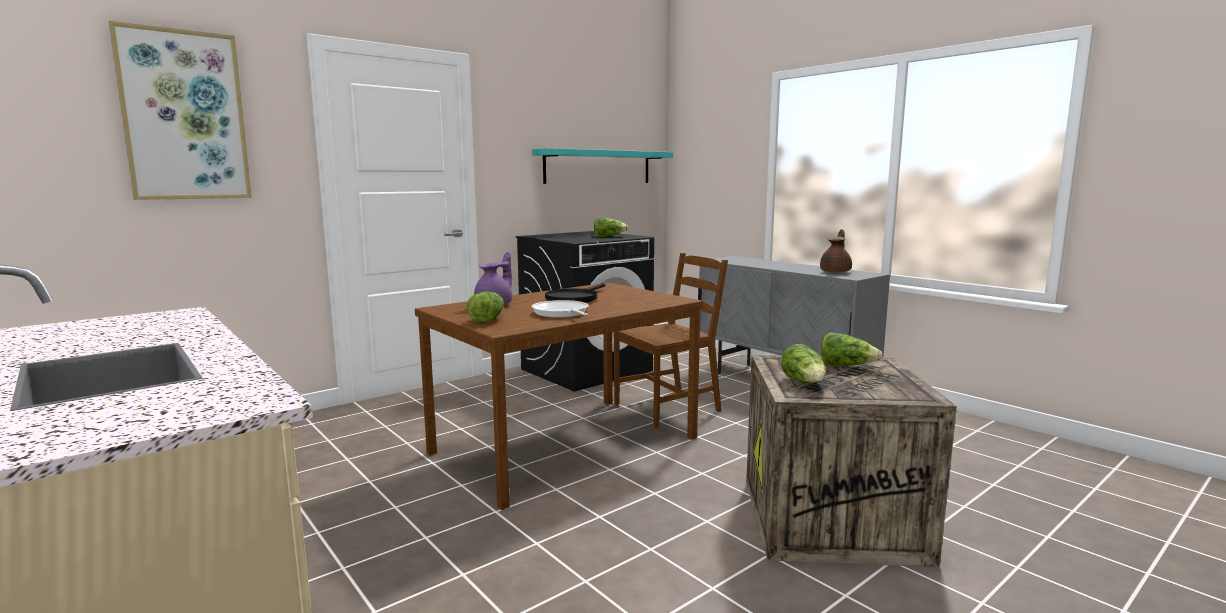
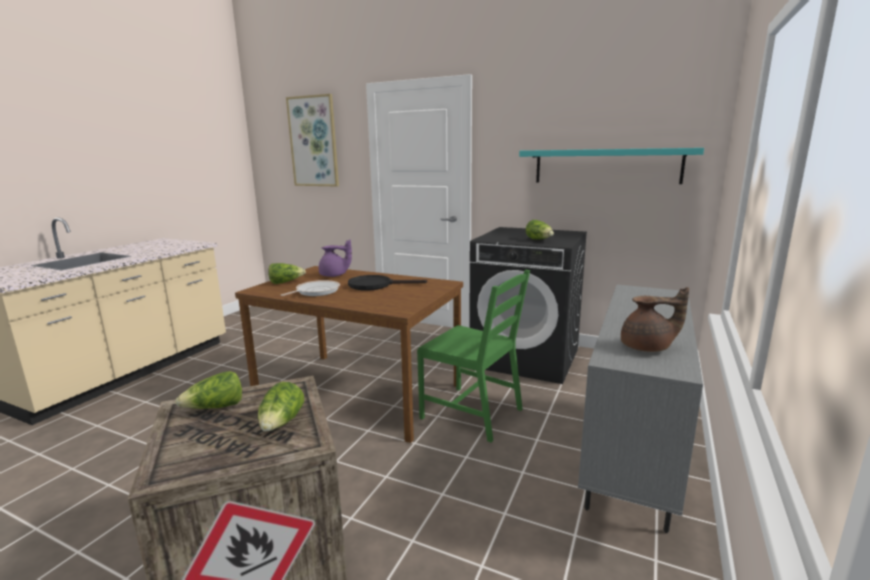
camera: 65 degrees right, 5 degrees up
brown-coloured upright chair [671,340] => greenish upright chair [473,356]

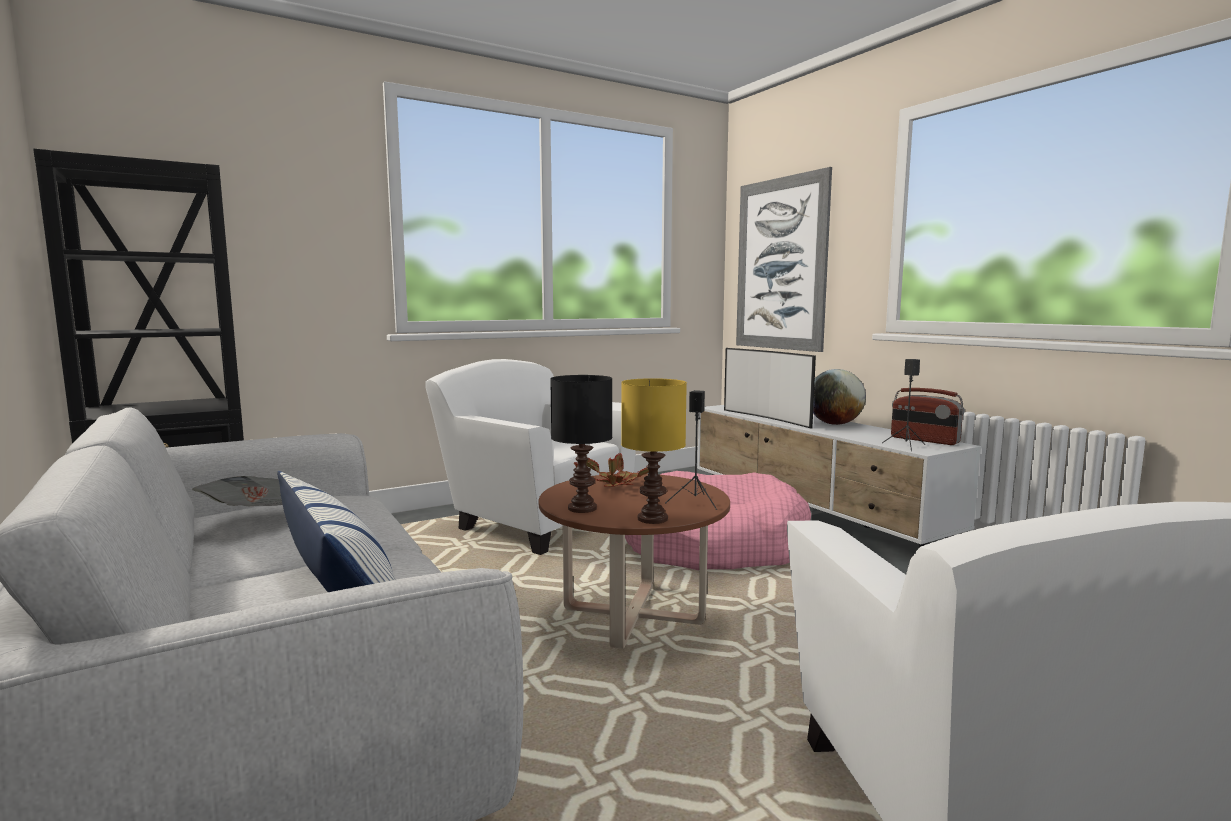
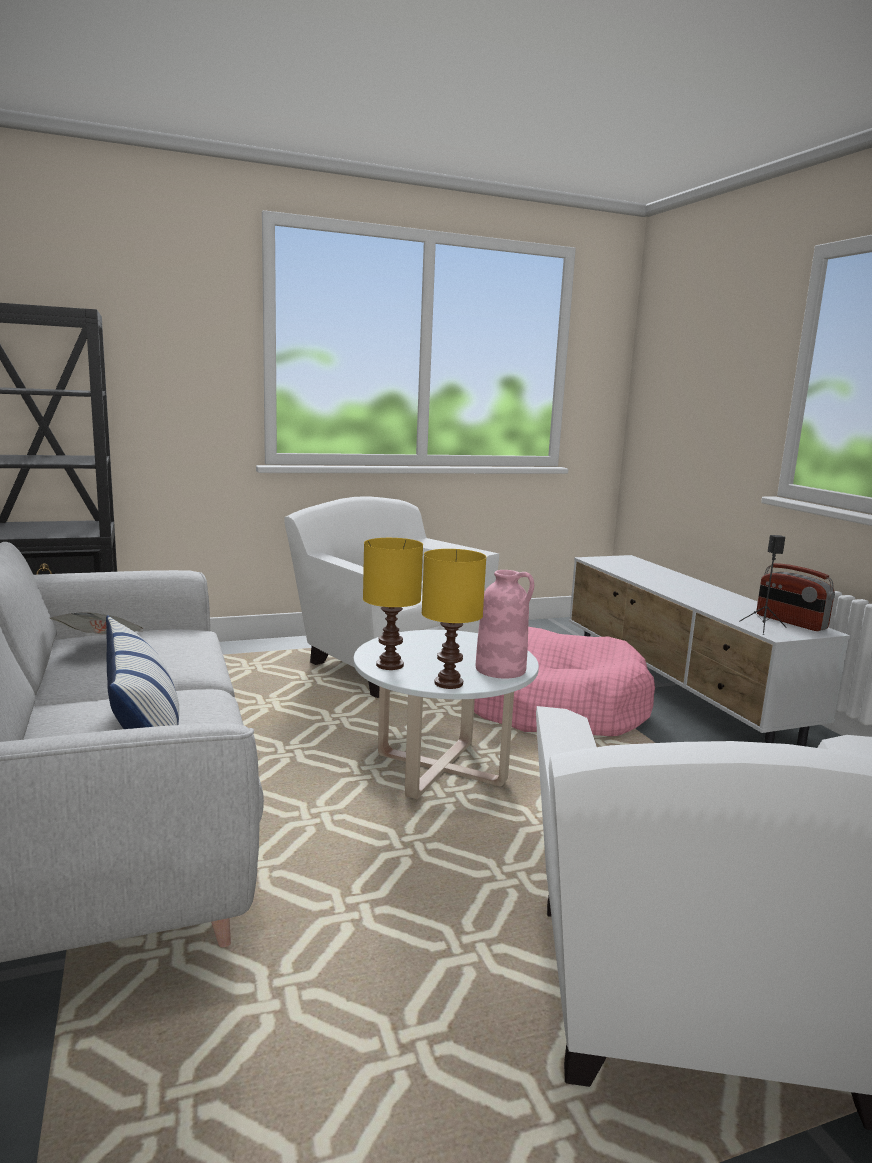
camera: 10 degrees right, 5 degrees up
wall art [784,259] => nothing
TV [770,388] => nothing
desk globe [839,397] => nothing
black-coloured tabletop lamp [581,444] => yellow tabletop lamp [393,604]
black-coloured loudspeaker [691,450] => pinkish flower vase [505,624]
plant in a pot [611,470] => nothing
brown-coloured coffee table [634,561] => white-coloured coffee table [446,714]

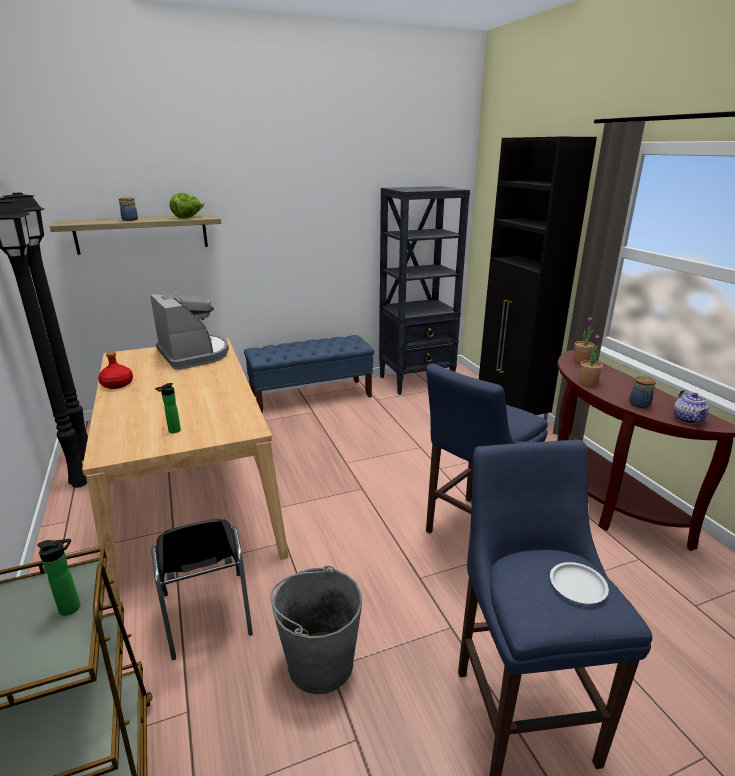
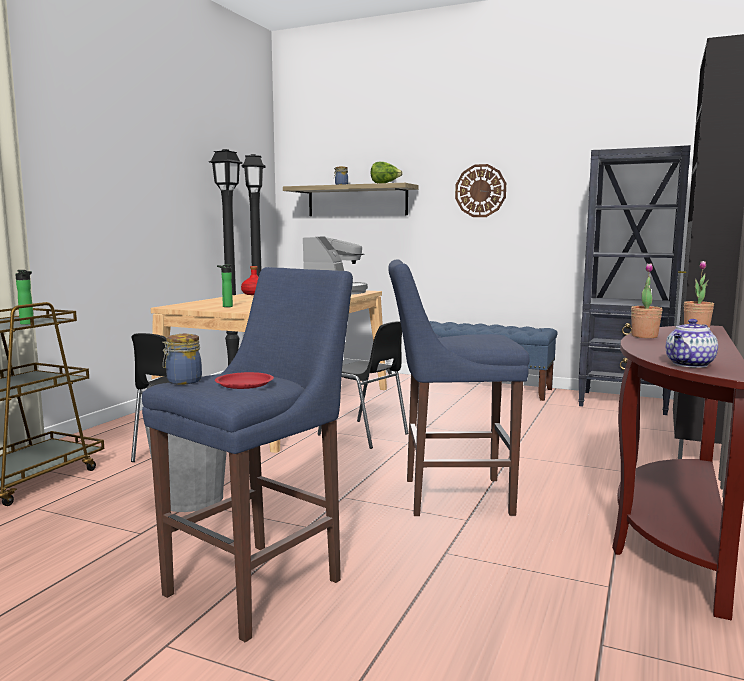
camera: 45 degrees right, 15 degrees down
storage jar [642,392] => storage jar [182,359], relocated
white-coloured flat dish [579,583] => red flat dish [244,380]
nothing => clock on the wall [480,190]
nothing => black-coloured upright chair [363,385]

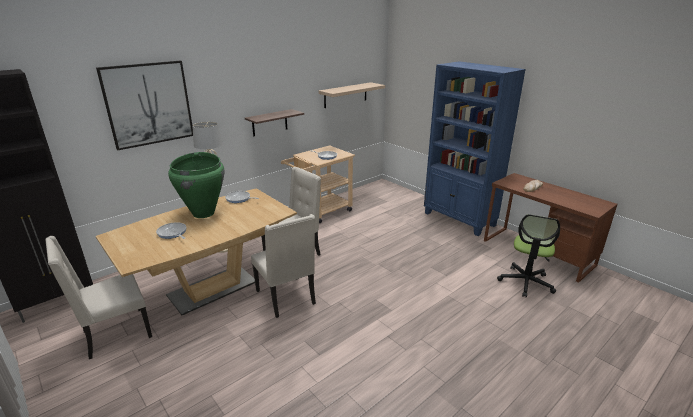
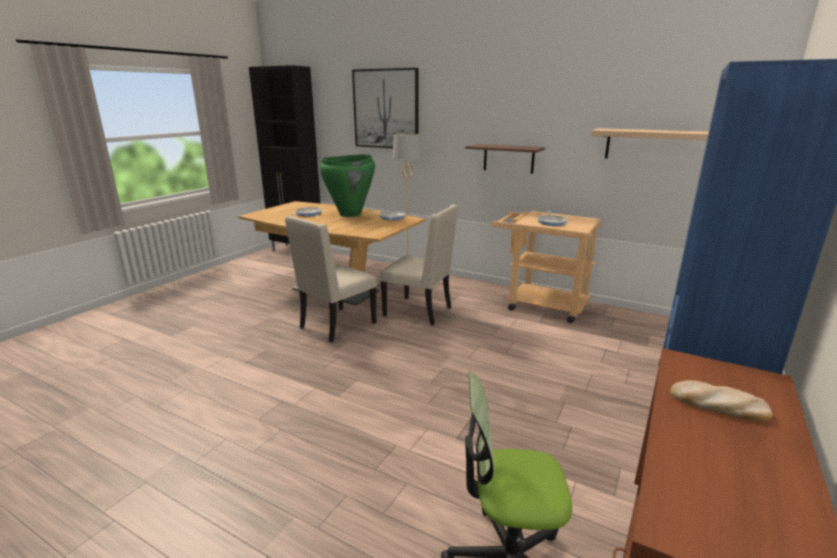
camera: 70 degrees right, 5 degrees down
sand-coloured upright chair [98,297] => nothing

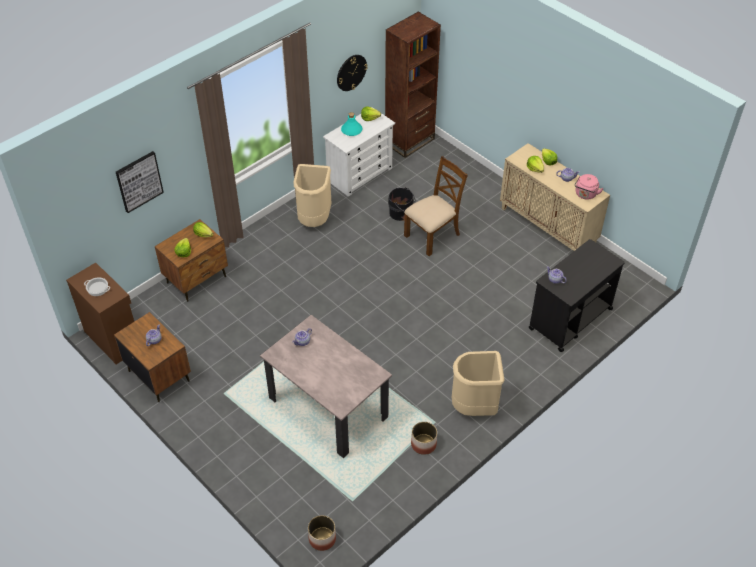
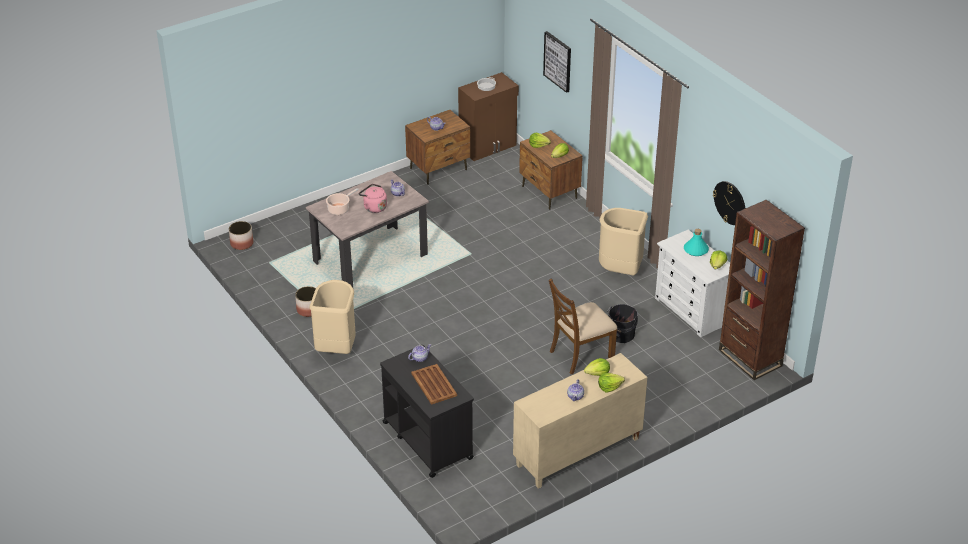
camera: 100 degrees right, 10 degrees down
brown-coloured upright chair [436,206] => brown-coloured upright chair [583,326], 90 degrees clockwise
pinkish kettle [589,187] => pinkish kettle [372,198], relocated
nothing => cooking pot [342,201]
nothing => brown-coloured carrying tray [434,384]

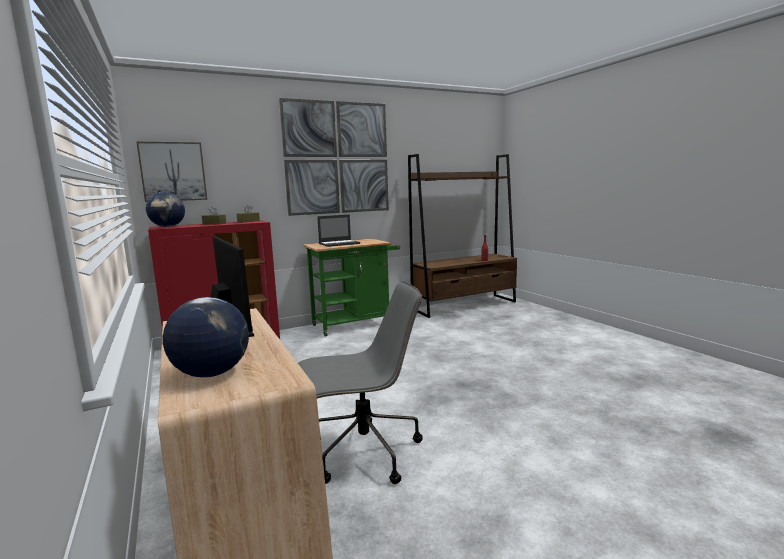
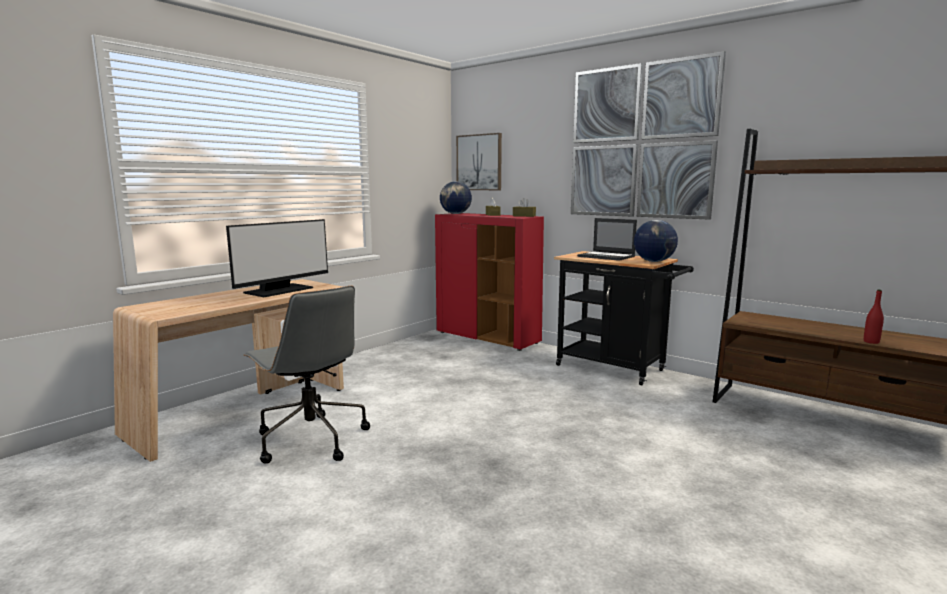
camera: 65 degrees right, 0 degrees up
greenish wheeled cart [351,288] => black-coloured wheeled cart [624,318]
desk globe [206,337] => desk globe [656,241], relocated

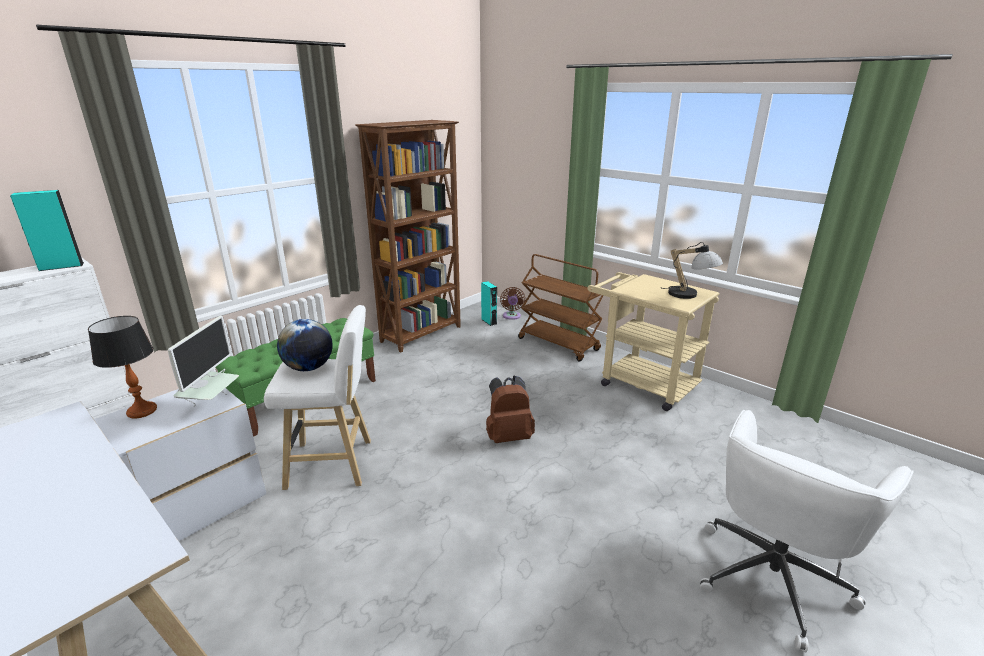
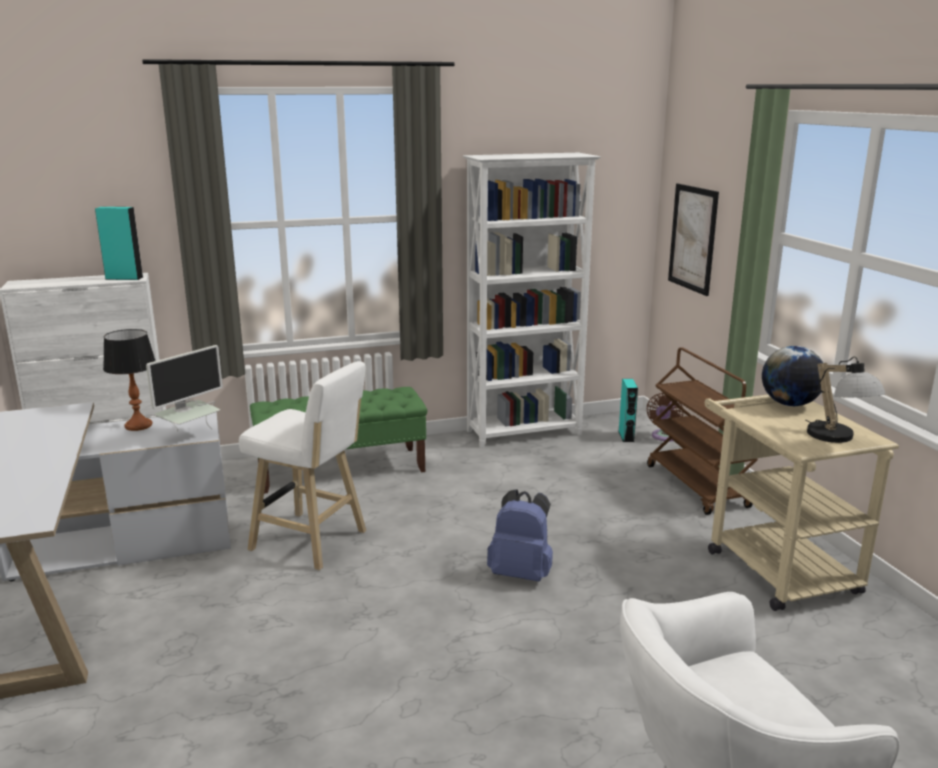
camera: 30 degrees right, 5 degrees down
brown-coloured shelving unit [408,236] => white-coloured shelving unit [532,300]
desk globe [305,345] => desk globe [792,376], relocated
brown-coloured backpack [510,409] => bluish backpack [520,535]
nothing => wall art [693,240]

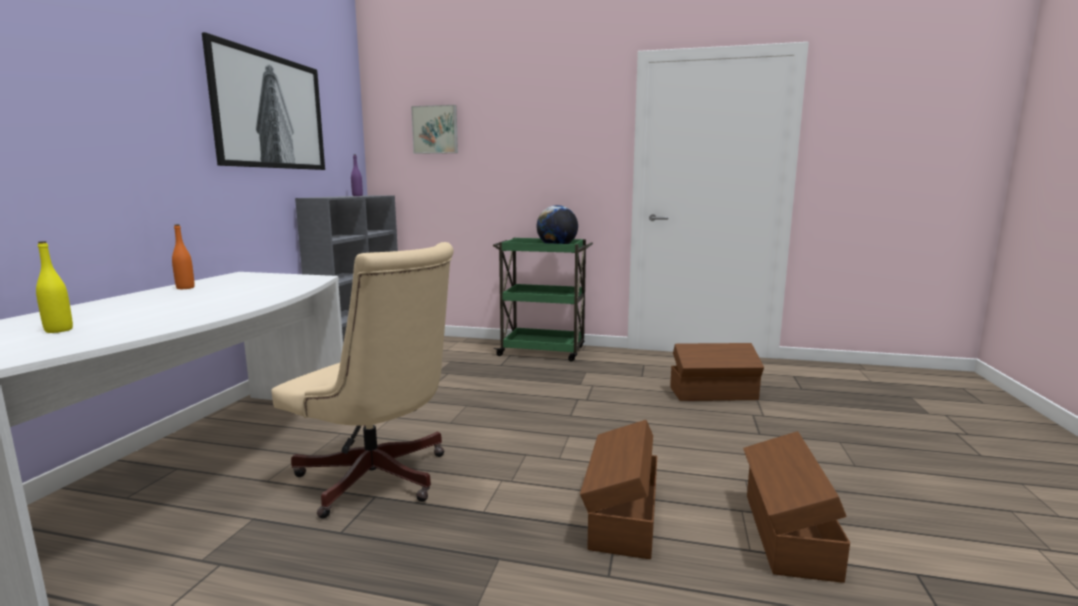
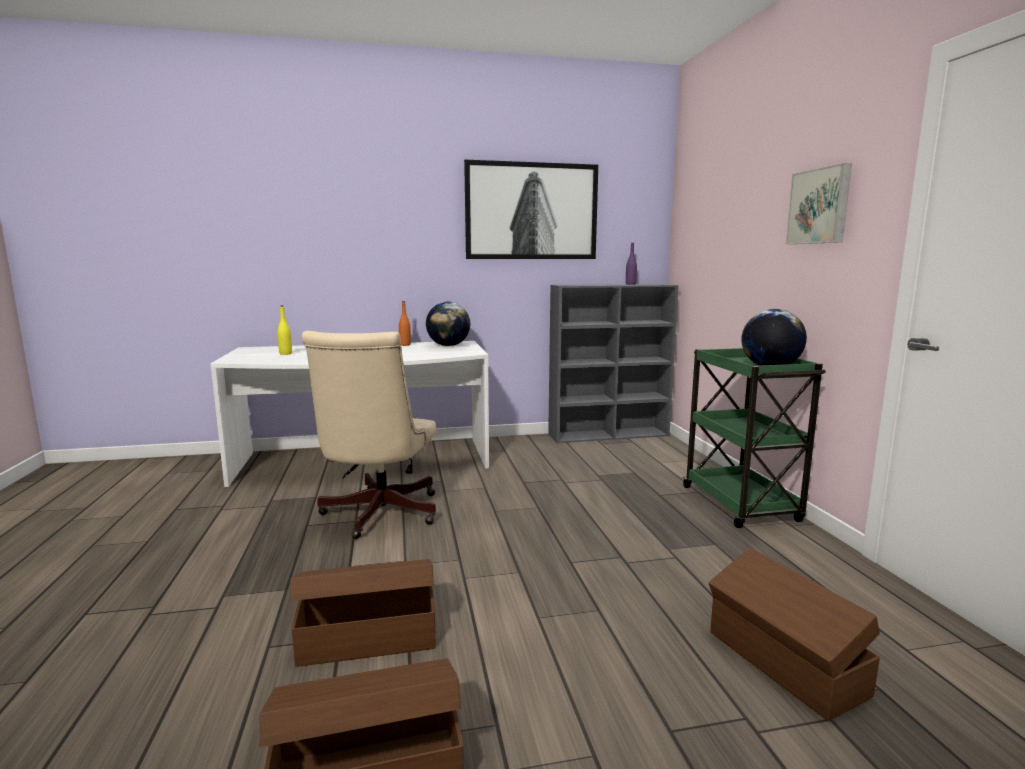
camera: 65 degrees right, 0 degrees up
wall art [434,129] => wall art [819,203], relocated
nothing => desk globe [448,324]

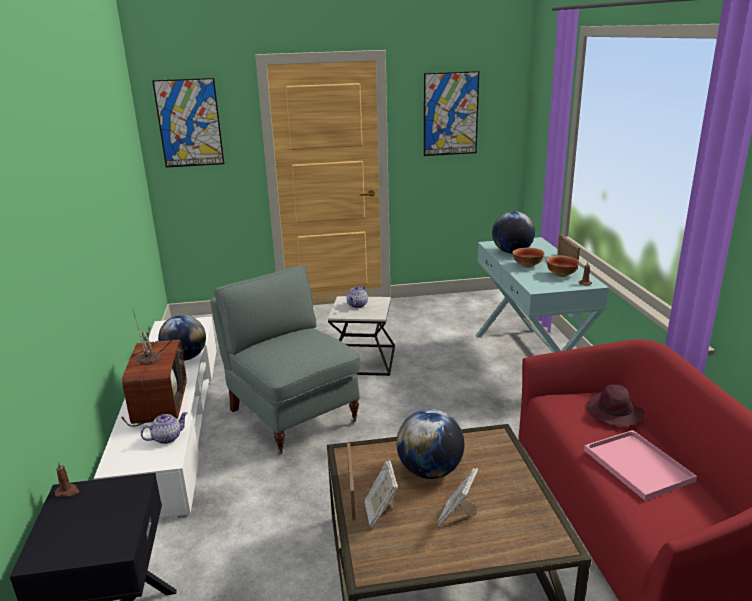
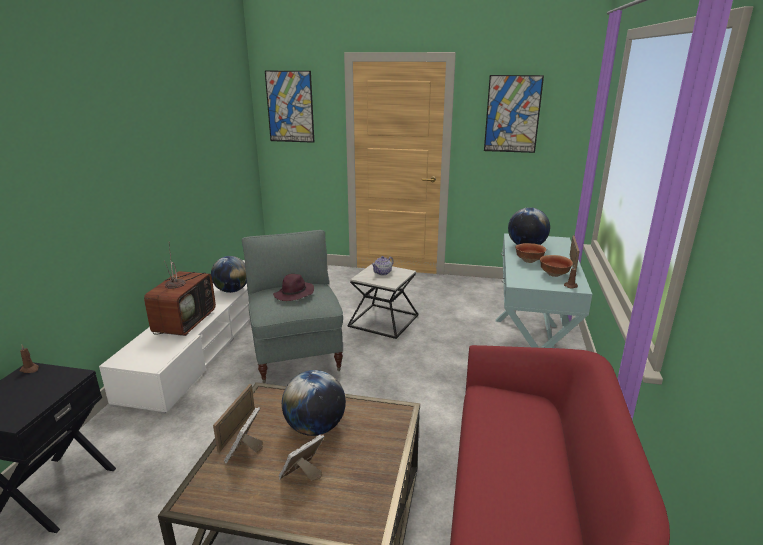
camera: 20 degrees right, 0 degrees up
purple wearable hat [616,405] => purple wearable hat [293,287], relocated
pot for tea [164,428] => nothing
pinkish carrying tray [640,465] => nothing

